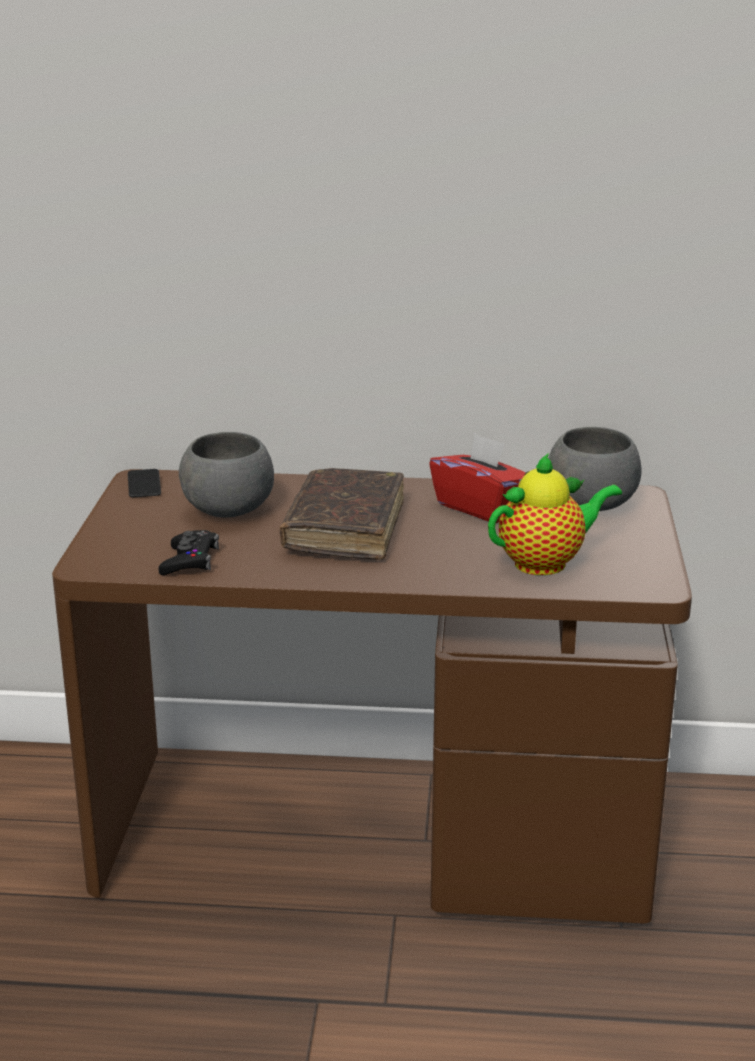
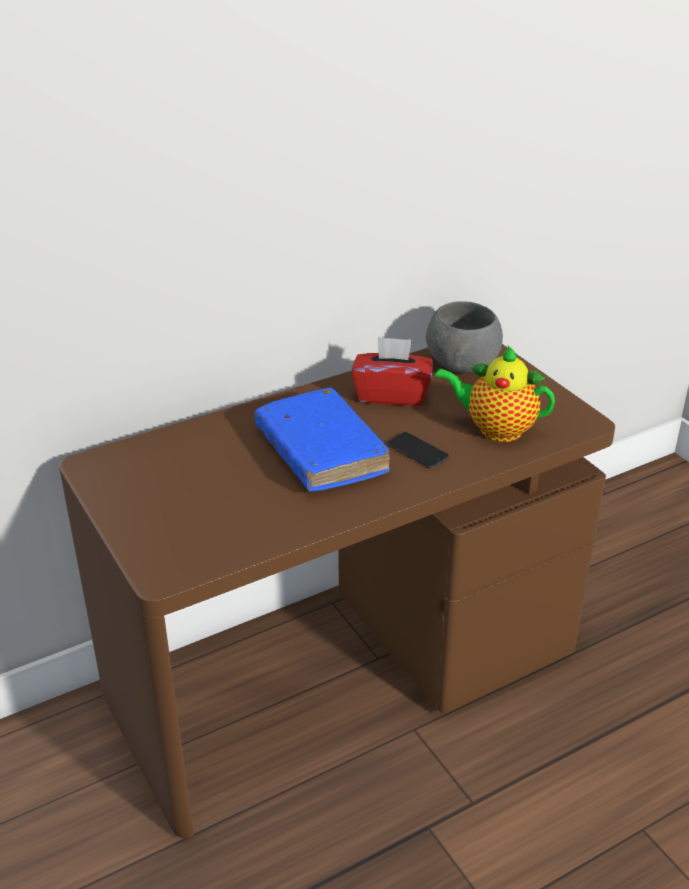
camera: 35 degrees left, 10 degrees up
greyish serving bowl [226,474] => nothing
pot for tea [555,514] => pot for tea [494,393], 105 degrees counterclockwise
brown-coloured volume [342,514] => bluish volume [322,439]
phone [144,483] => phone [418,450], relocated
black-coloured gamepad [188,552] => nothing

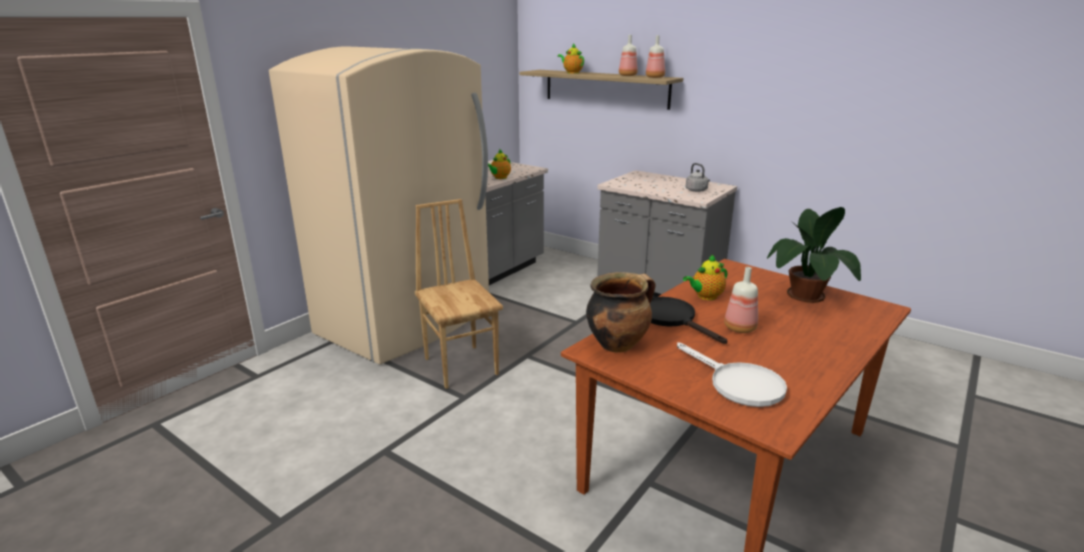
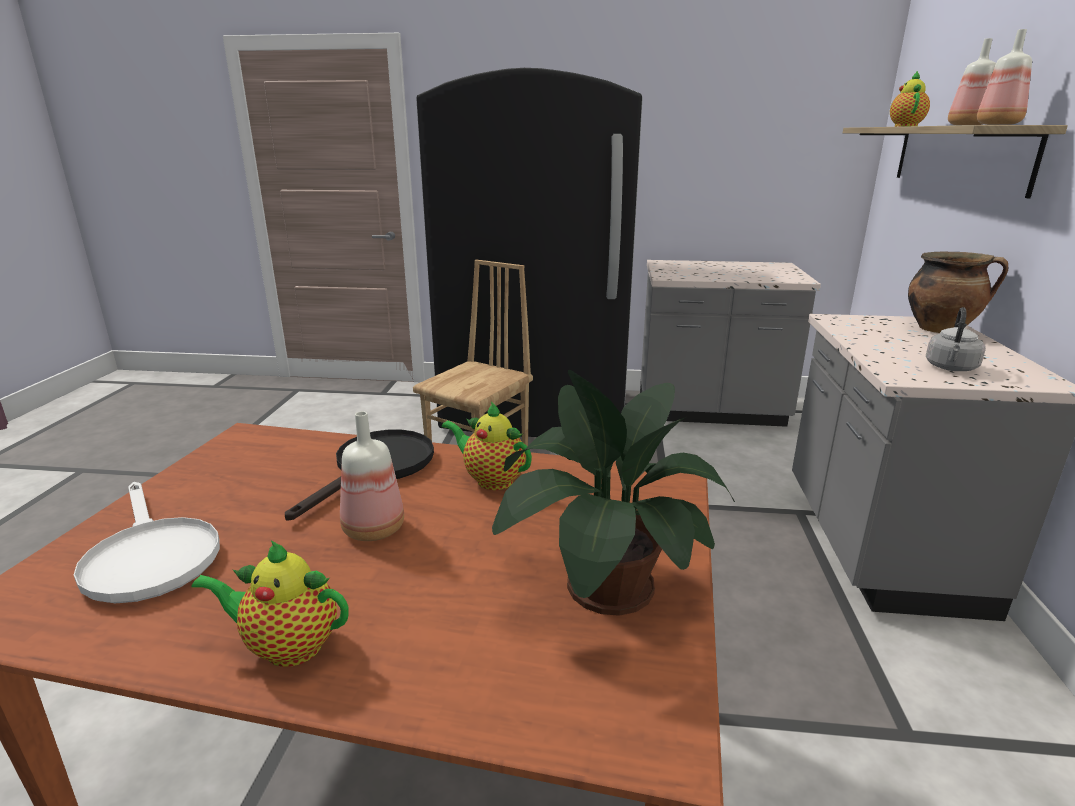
camera: 60 degrees right, 0 degrees up
sand-coloured fridge [379,205] => black-coloured fridge [529,252]
pot for tea [499,164] => pot for tea [270,603], relocated
cooking pot [620,312] => cooking pot [958,292], relocated
white-coloured skillet [732,374] => white-coloured skillet [147,542], 60 degrees counterclockwise

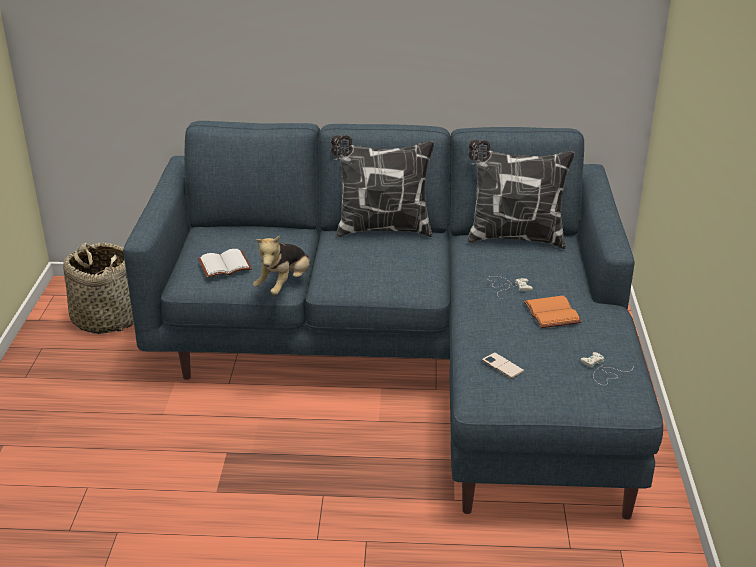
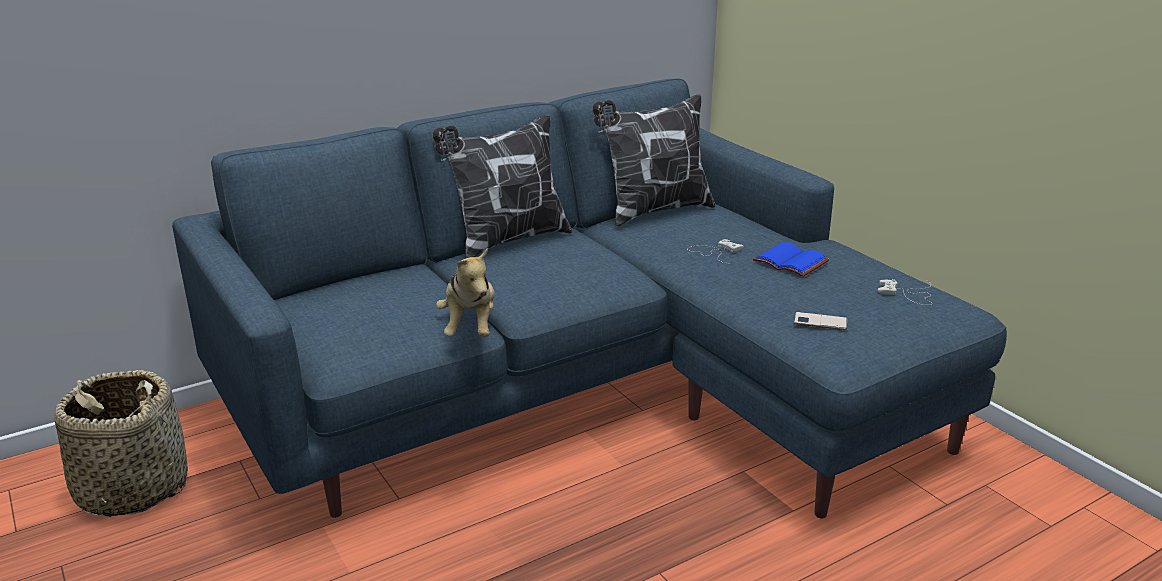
camera: 35 degrees left, 5 degrees down
white-coloured volume [225,263] => nothing
orange-coloured volume [553,311] => bluish volume [791,259]

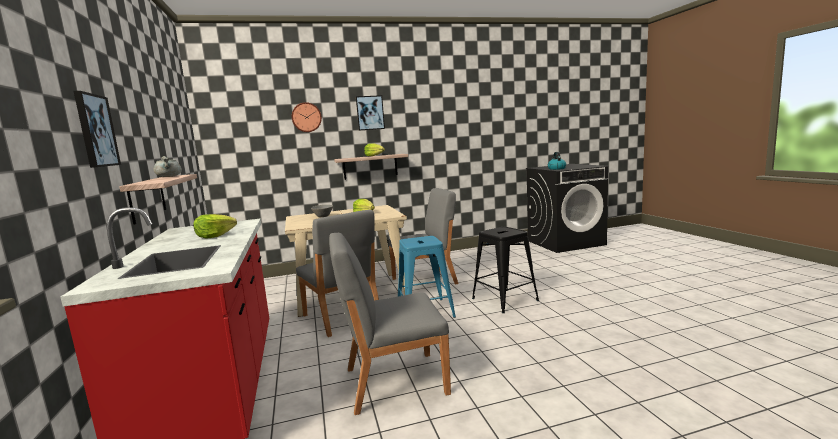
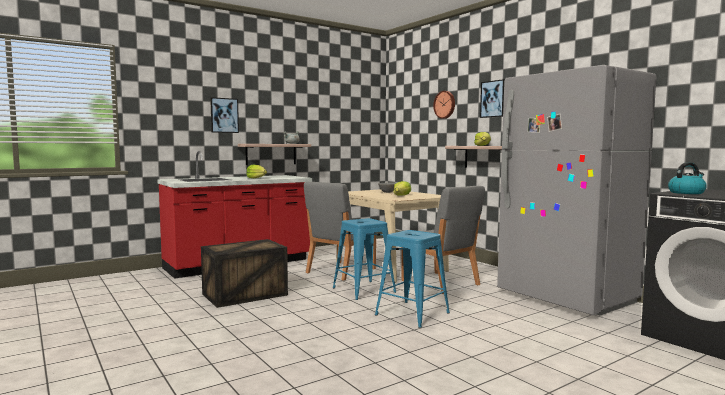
camera: 70 degrees right, 5 degrees down
black-coloured stool seat [505,270] => bluish stool seat [412,279]
greyish upright chair [390,324] => packing crate [244,273]
nothing => greyish fridge [577,190]

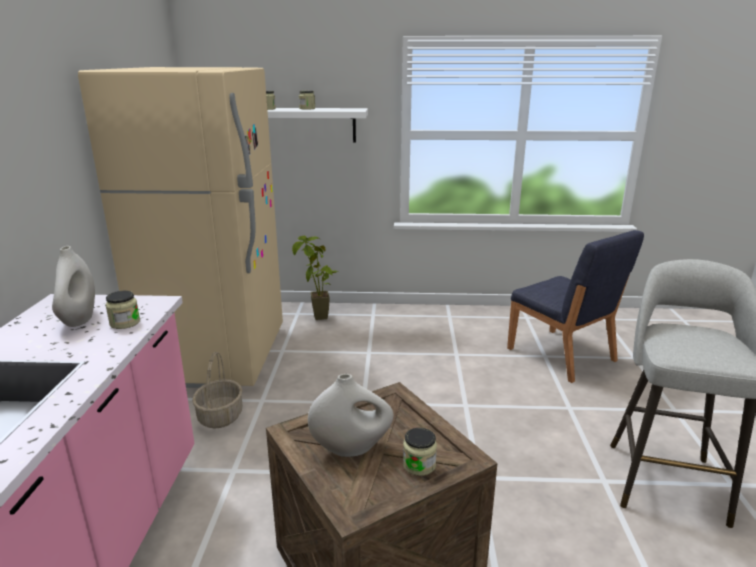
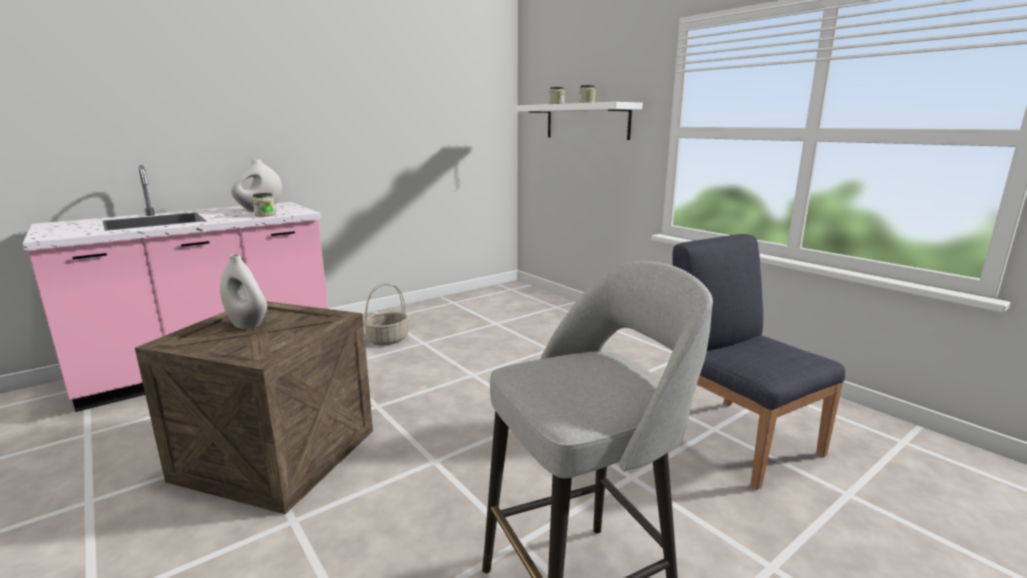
camera: 50 degrees right, 5 degrees down
sand-coloured fridge [180,227] => nothing
bluish upright chair [575,306] => bluish upright chair [759,362], 135 degrees clockwise
plant in a pot [315,278] => nothing
storage jar [420,452] => nothing

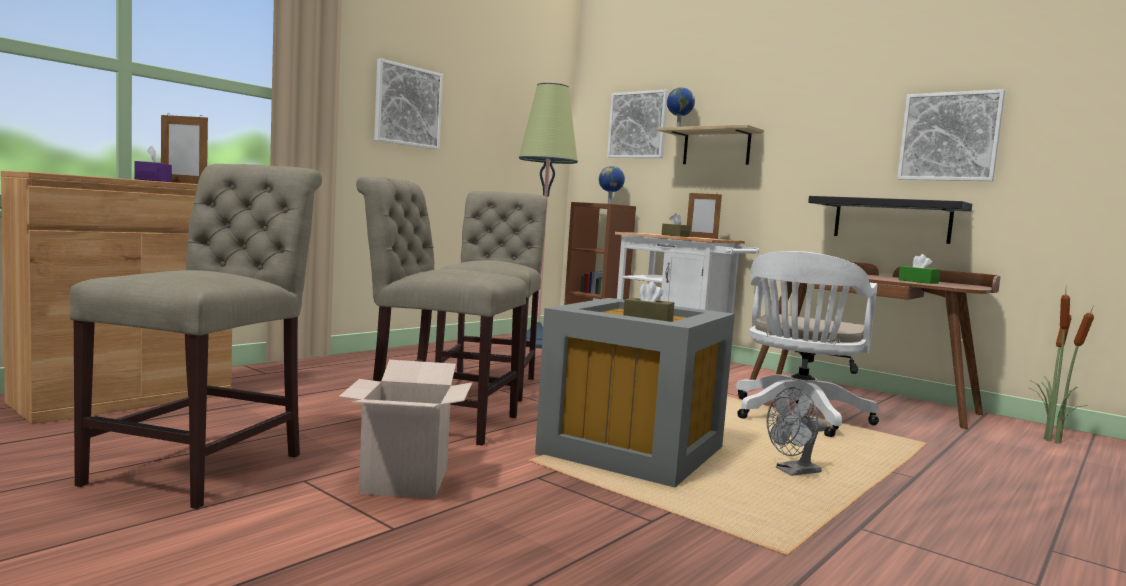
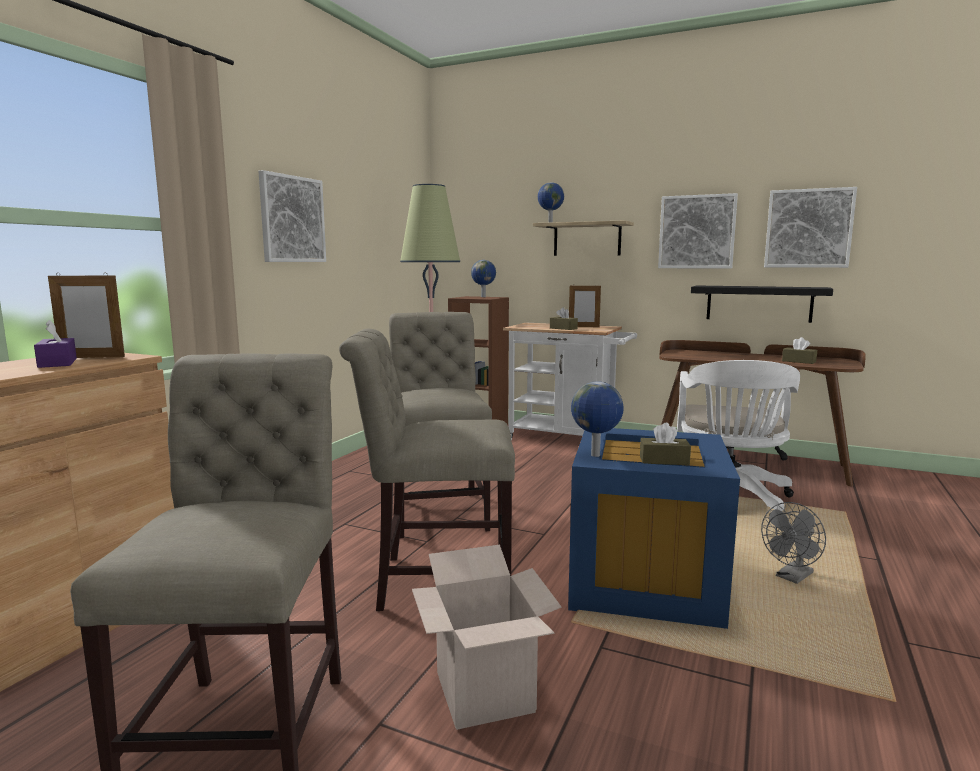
camera: 15 degrees left, 5 degrees up
wall art [637,123] => wall art [698,231], relocated
greenish tissue holder [919,269] => brown-coloured tissue holder [799,350]
plant in a pot [1062,367] => nothing
greyish storage bin [635,393] => bluish storage bin [654,528]
nothing => desk globe [597,419]

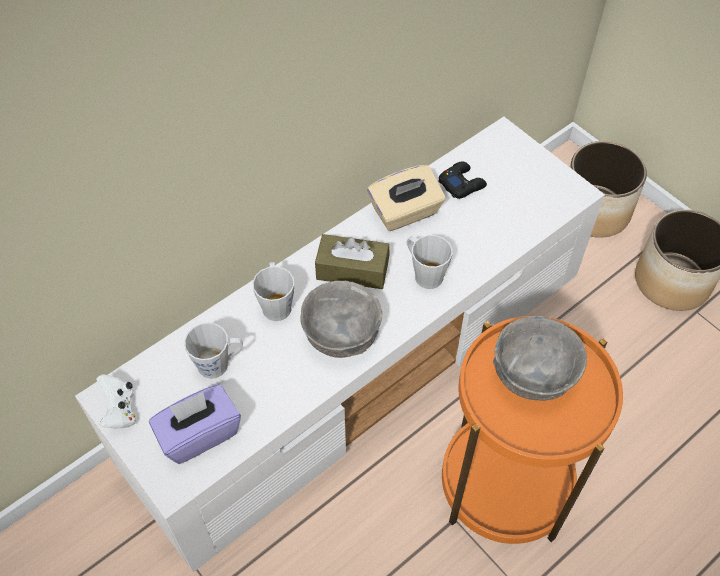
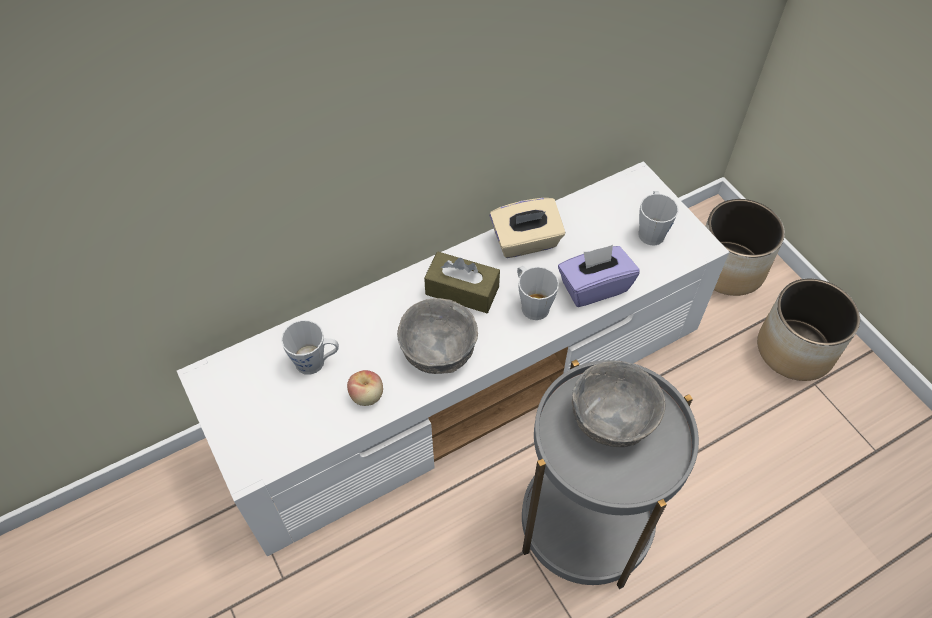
camera: 10 degrees right, 0 degrees up
black-coloured gamepad [462,180] => nothing
greyish coffee mug [273,291] => greyish coffee mug [658,218], relocated
orange-coloured accent table [532,430] => greyish accent table [610,474]
white-coloured gamepad [116,401] => nothing
purple tissue holder [195,424] => purple tissue holder [599,276], relocated
nothing => apple [365,388]

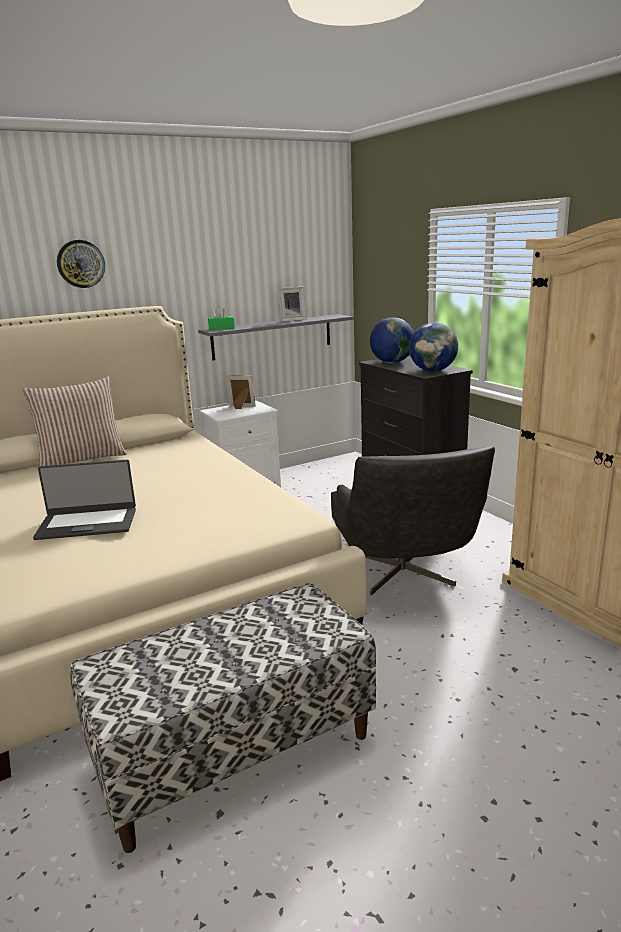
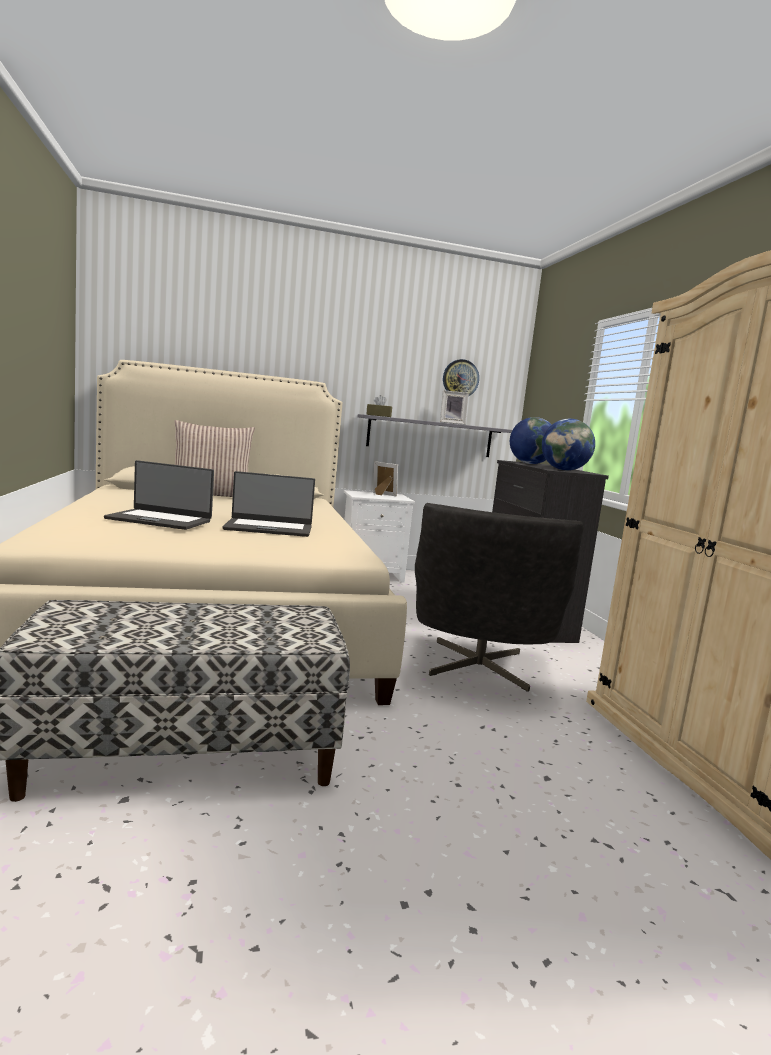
camera: 15 degrees right, 10 degrees down
clock on the wall [81,264] => clock on the wall [461,377], relocated
greenish tissue holder [221,318] => brown-coloured tissue holder [379,406]
nothing => portable computer [269,504]

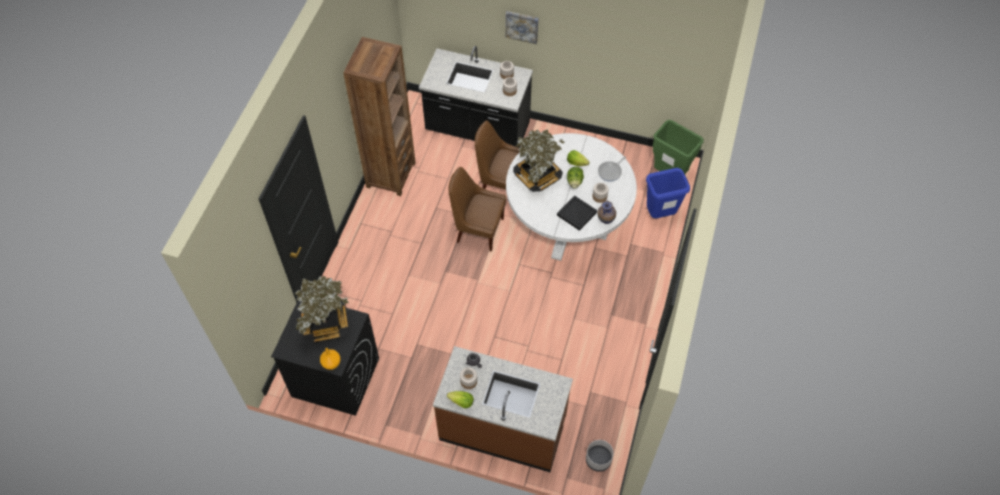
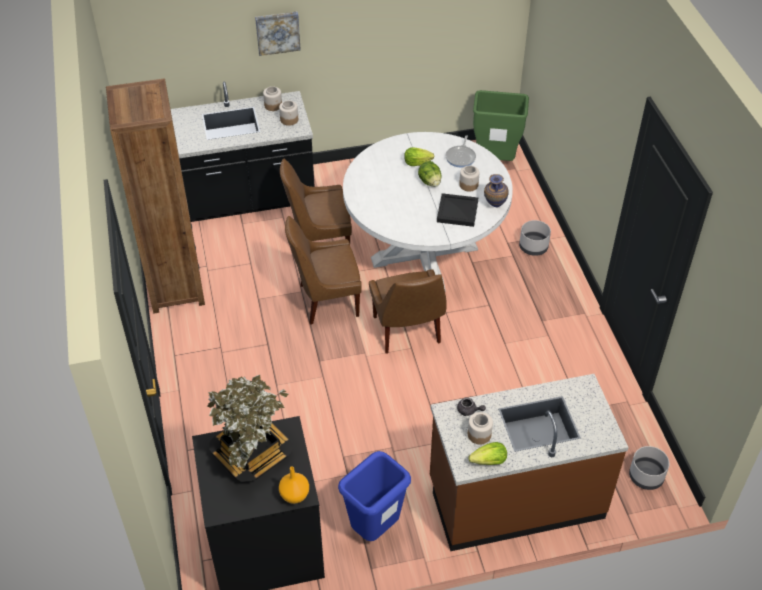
camera: 30 degrees left, 10 degrees down
plant in a pot [538,160] => nothing
bluish rubbish bin [668,193] => bluish rubbish bin [374,496], relocated
nothing => greyish planter [535,238]
nothing => brown-coloured upright chair [408,311]

